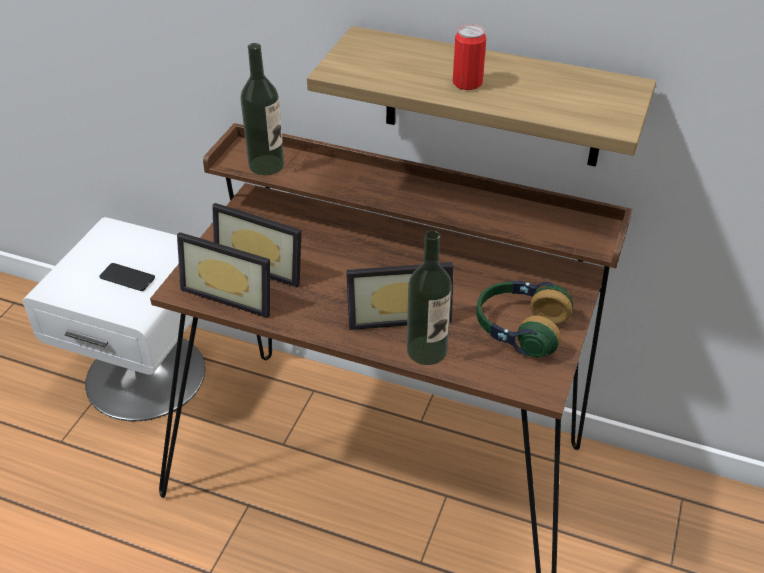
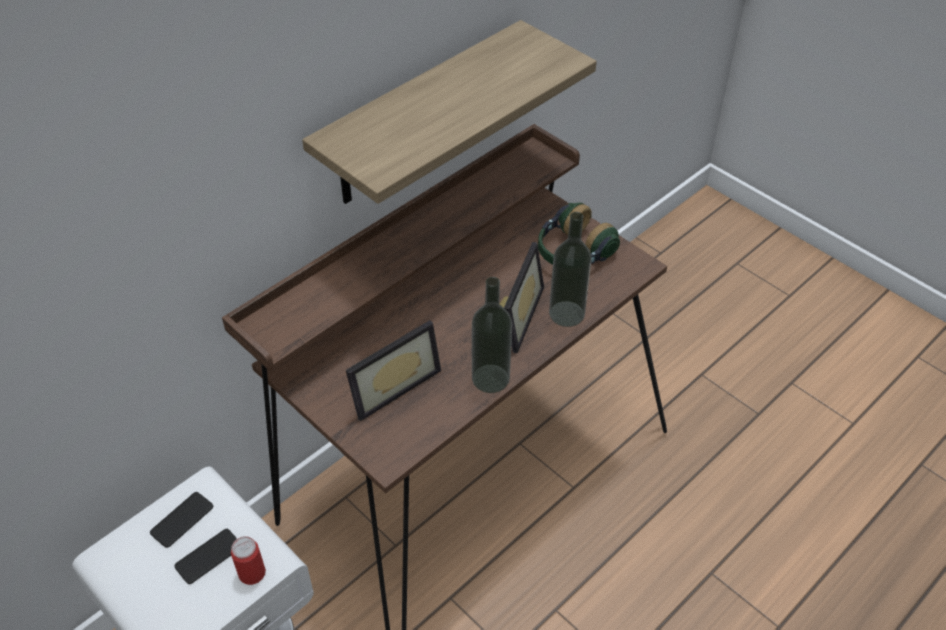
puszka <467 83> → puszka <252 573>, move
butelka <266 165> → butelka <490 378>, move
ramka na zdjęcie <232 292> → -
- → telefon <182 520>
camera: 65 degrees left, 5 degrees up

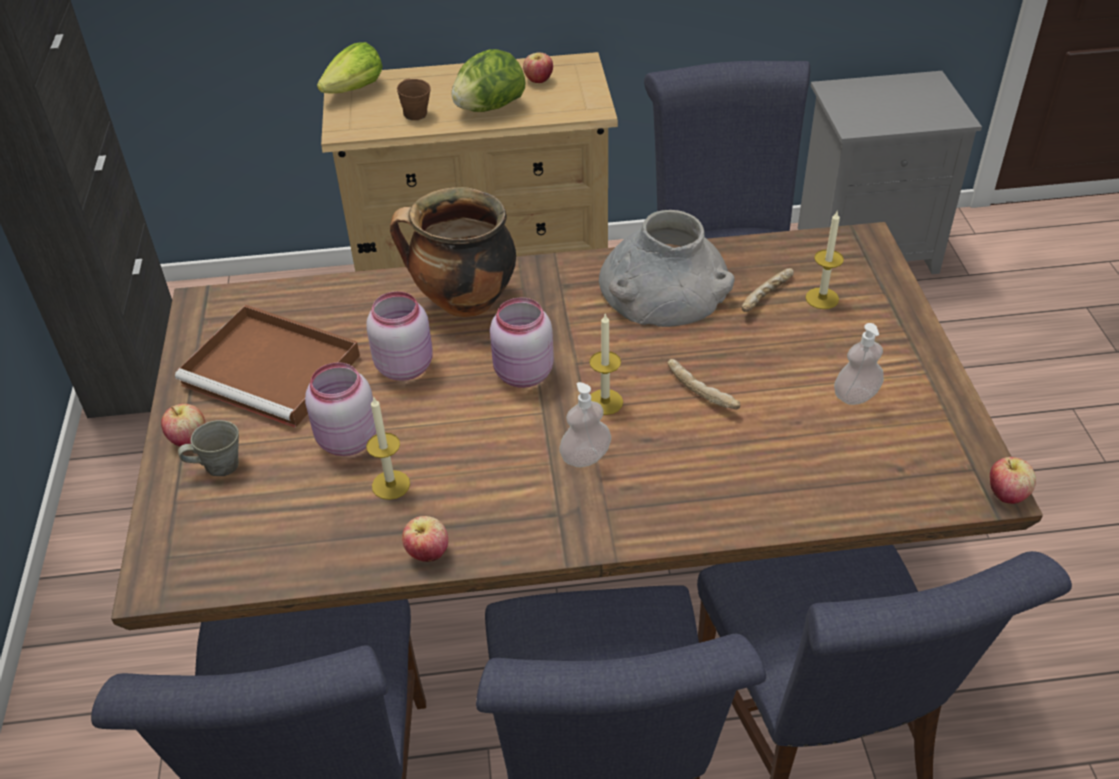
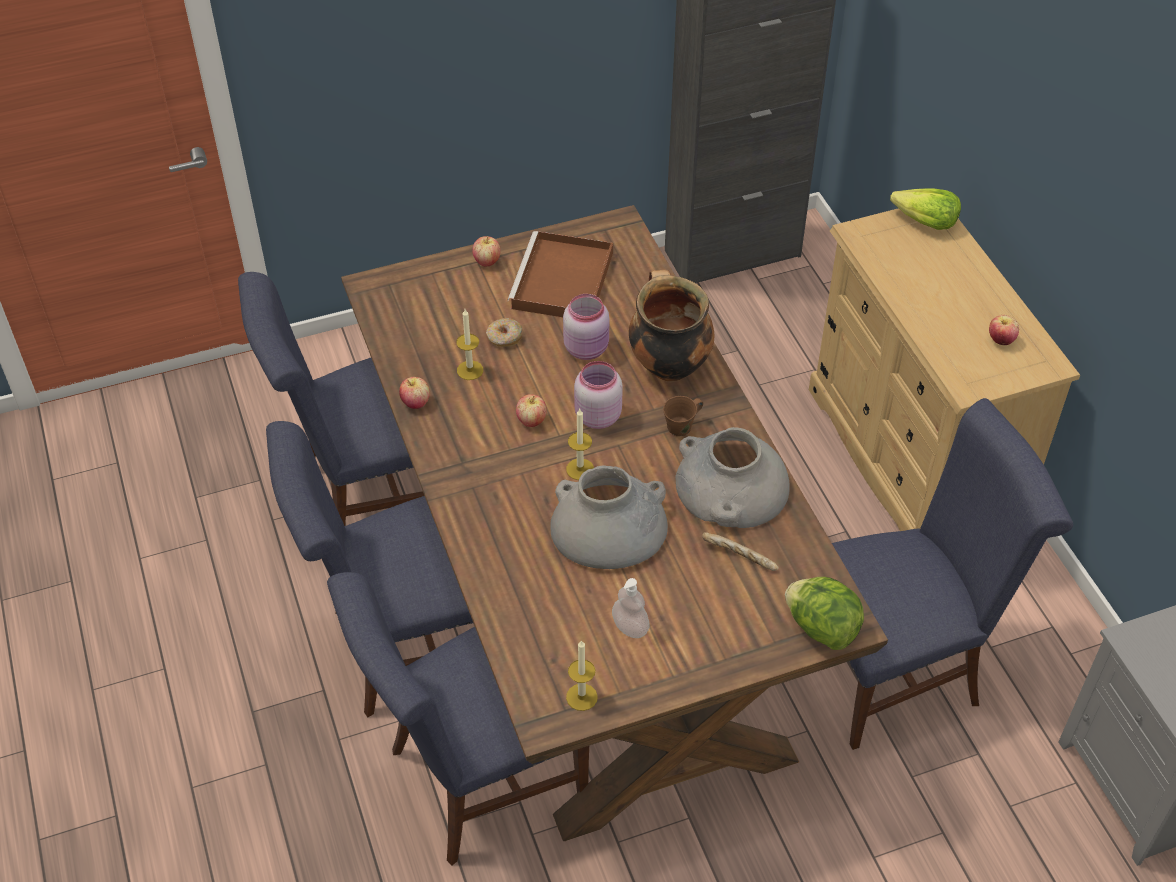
sałata <489 107> → sałata <821 628>, move
kubek (brązowy) <415 113> → kubek (brązowy) <681 427>, move
świeca <822 298> → świeca <581 697>, move
chleb <702 391> → wazon (szary) <608 526>
słoik (różowy) <346 441> → donut <504 337>
dozownik mydła <585 457> → -
kubek (szary) <219 466> → -
jabłko <1006 494> → jabłko <531 420>, move
camera: 75 degrees right, 5 degrees up

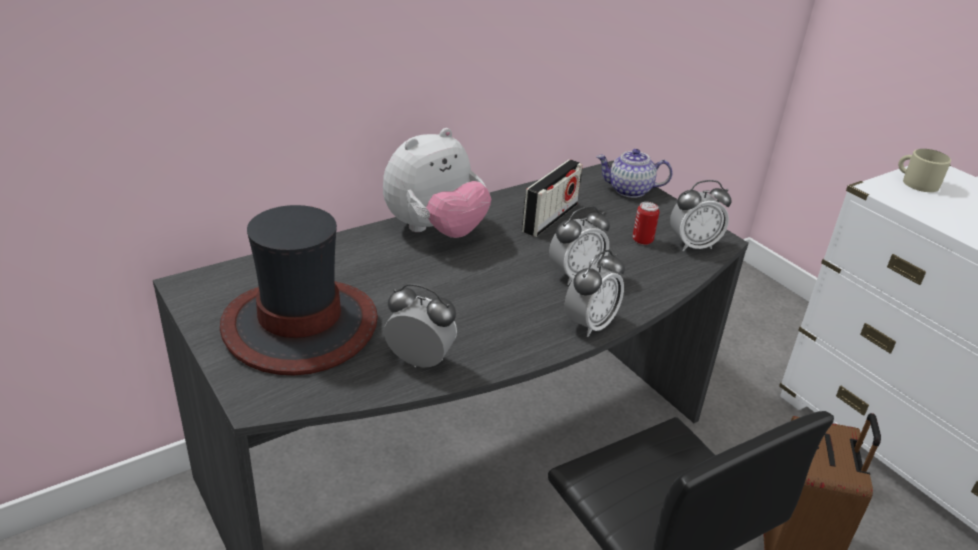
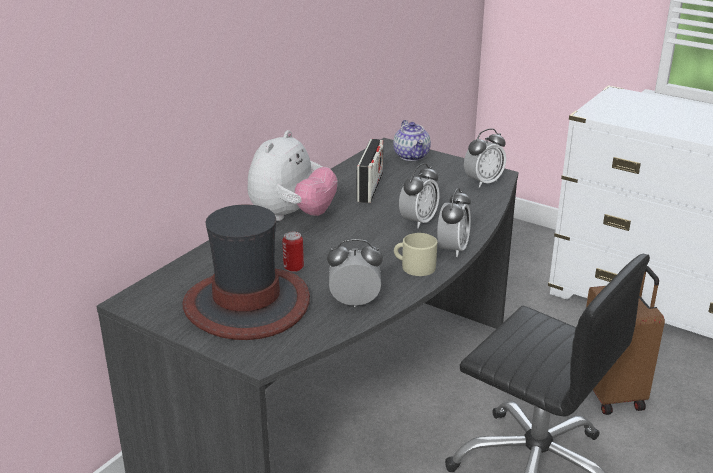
imbryk <629 190> → imbryk <412 156>, 90 degrees counterclockwise
kubek (beżowy) <916 182> → kubek (beżowy) <414 266>, move
puszka <642 240> → puszka <293 267>, move
camera: 20 degrees left, 5 degrees down

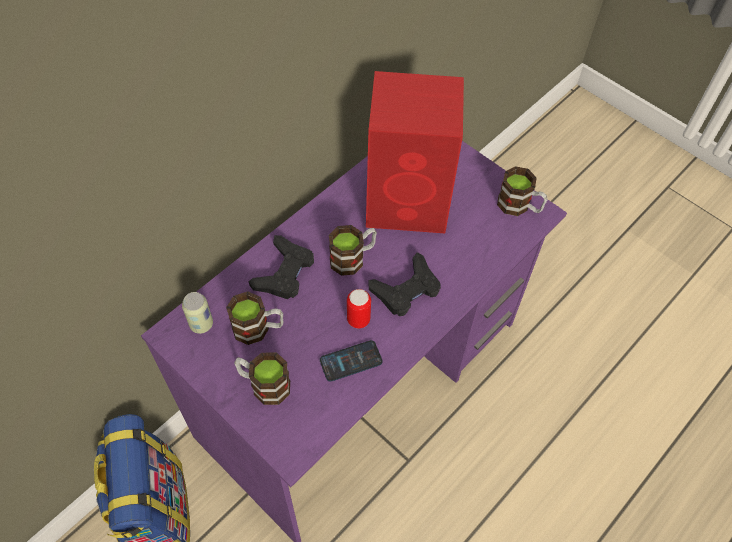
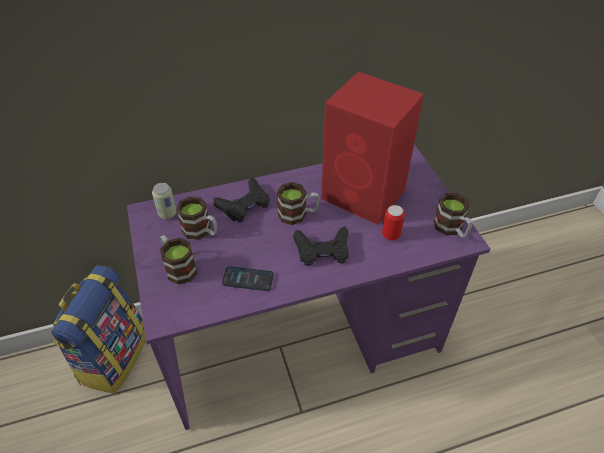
puszka <358 319> → puszka <391 235>, move
camera: 30 degrees right, 10 degrees down

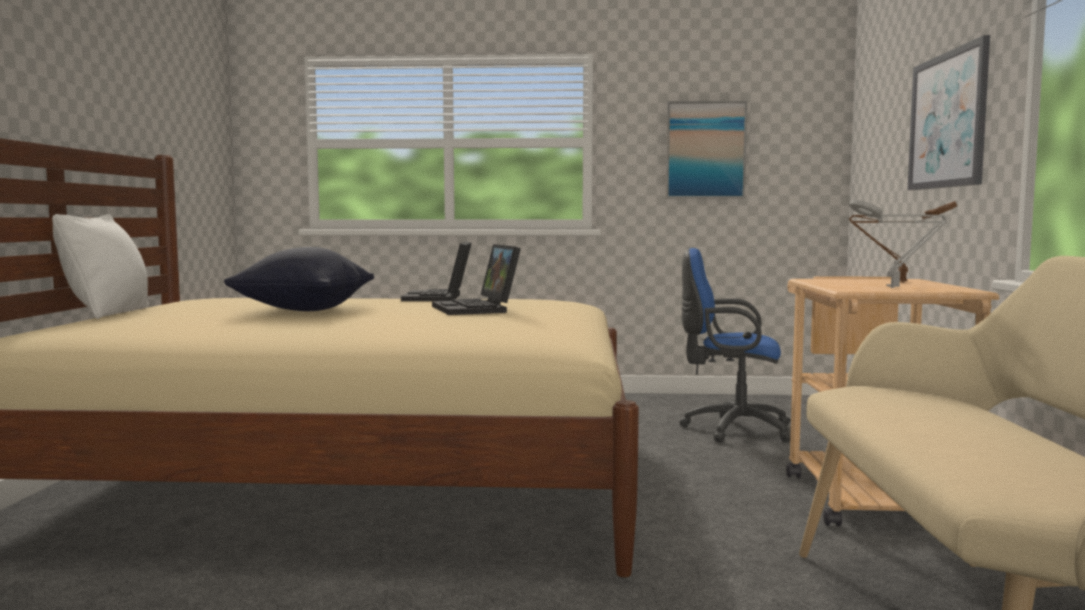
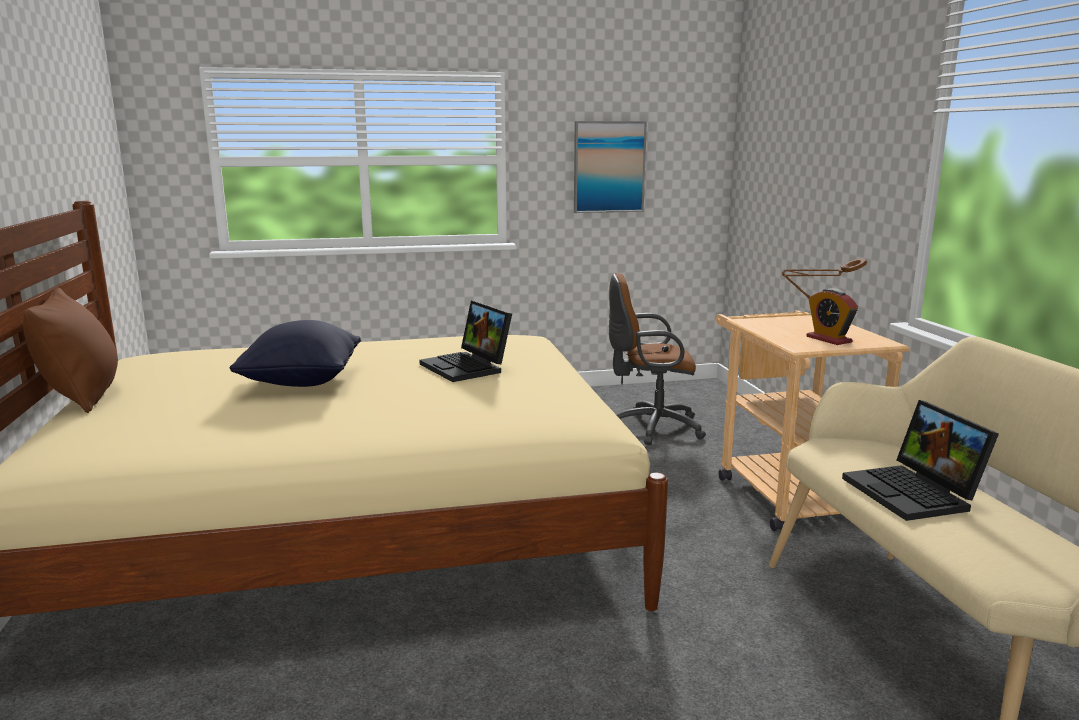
obraz <947 120> → -
lampa stołowa (szary) <896 287> → budzik <828 339>
poduszka (biały) <108 313> → poduszka (brązowy) <83 397>
laptop <439 298> → laptop <915 494>, move
krzesło biurowe (niebieski) <731 429> → krzesło biurowe (brązowy) <650 428>
camera: 15 degrees left, 10 degrees up

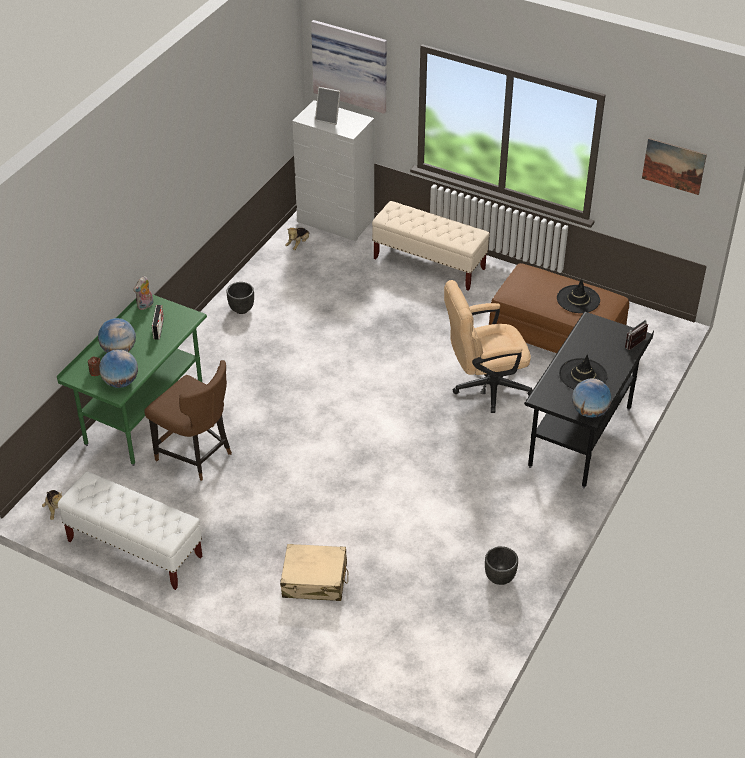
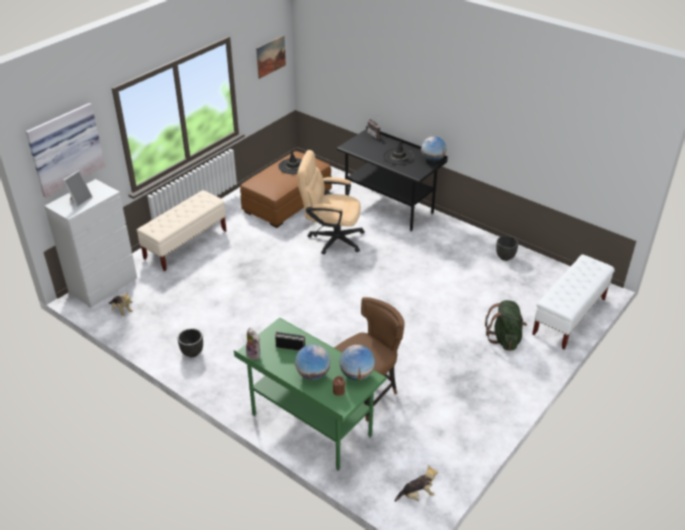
krzesło biurowe (beżowy) <484 387> → krzesło biurowe (beżowy) <330 238>, 105 degrees clockwise
ławka (biały) <134 549> → ławka (biały) <569 317>, move
walizka (beżowy) <314 580> → plecak (zielony) <505 339>
camera: 80 degrees left, 5 degrees down

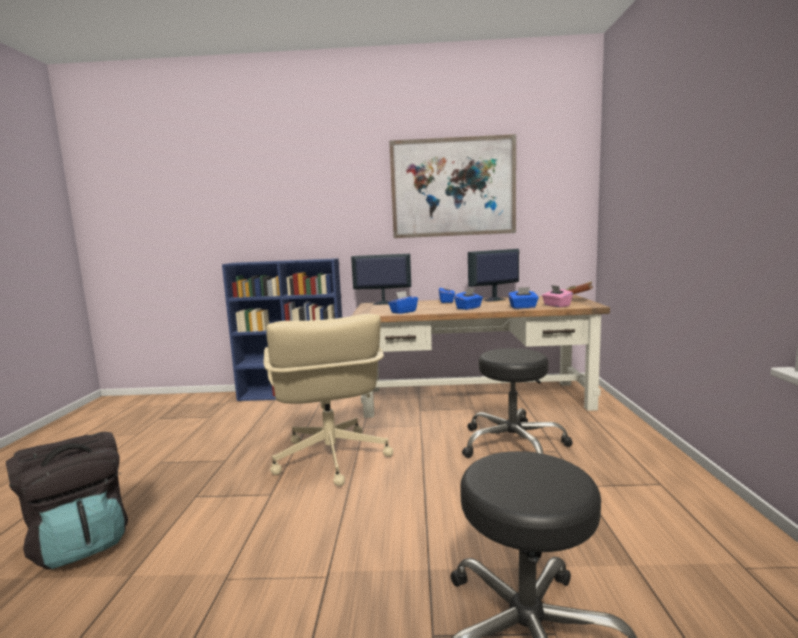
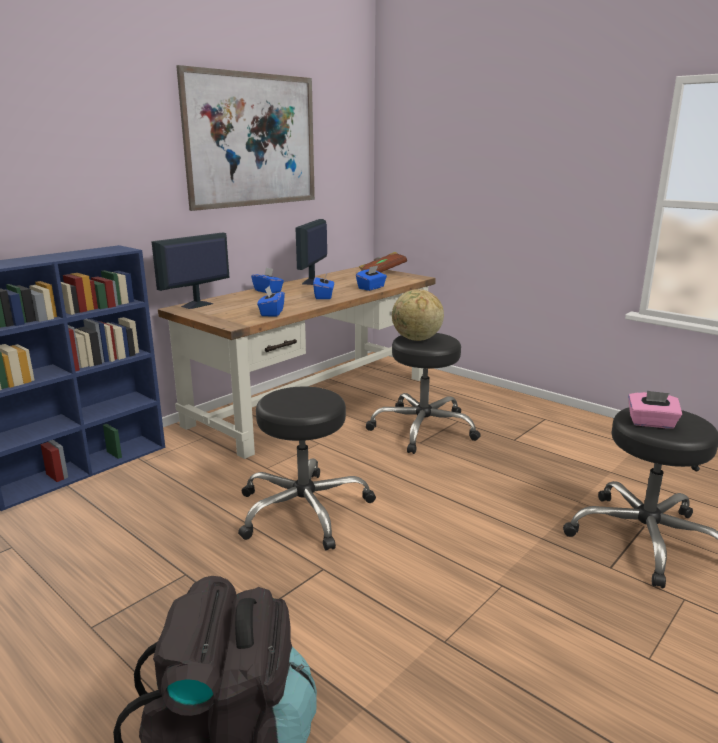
pudełko chusteczek (różowy) <556 305> → pudełko chusteczek (różowy) <651 423>, move
krzesło biurowe (beżowy) <330 458> → stołek (czarny) <303 510>
- → globus <416 339>
camera: 50 degrees left, 10 degrees up

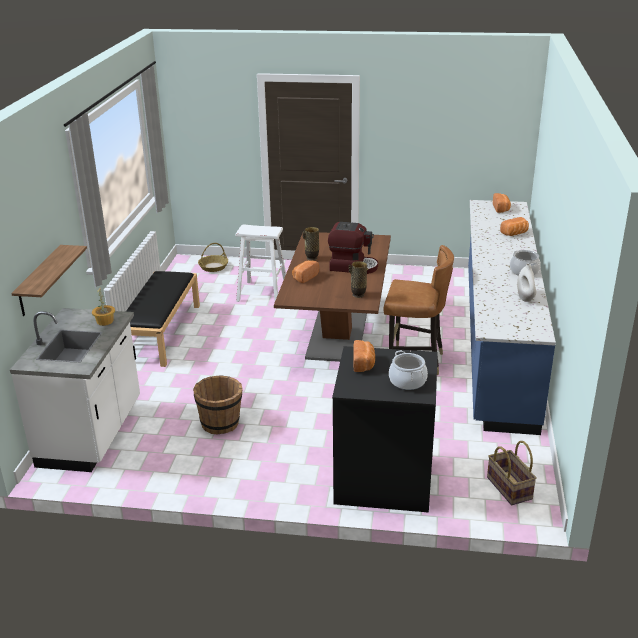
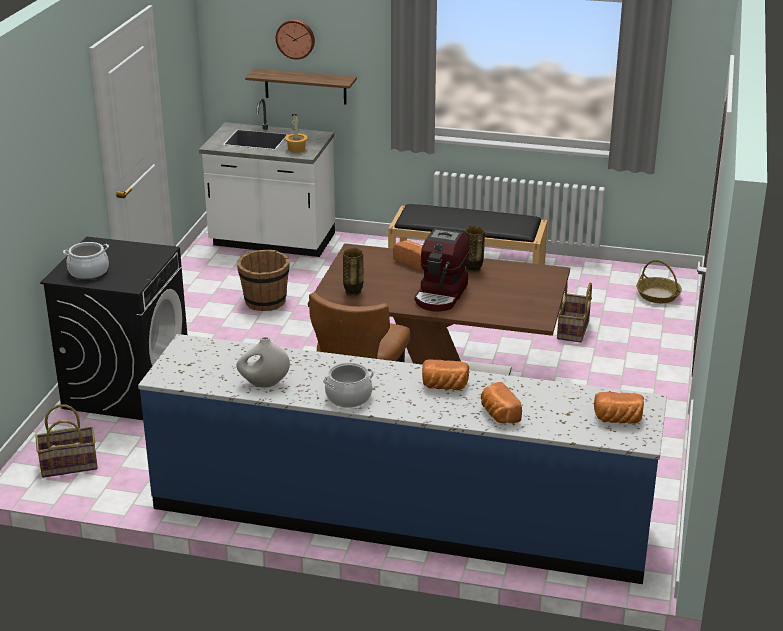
stołek (biały) <262 293> → koszyk <573 330>
chleb <364 364> → chleb <444 387>, move
- → zegar ścienny <295 38>
camera: 95 degrees right, 0 degrees up

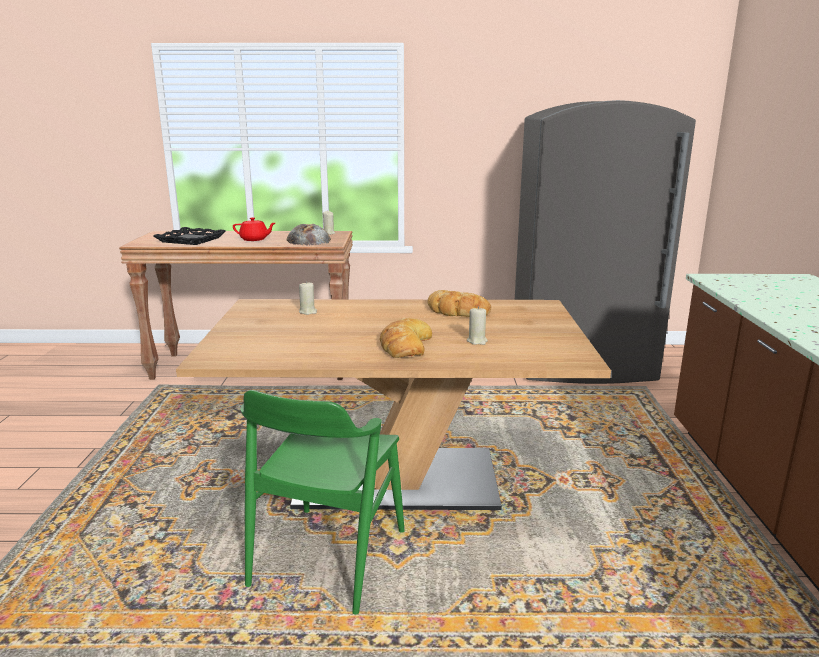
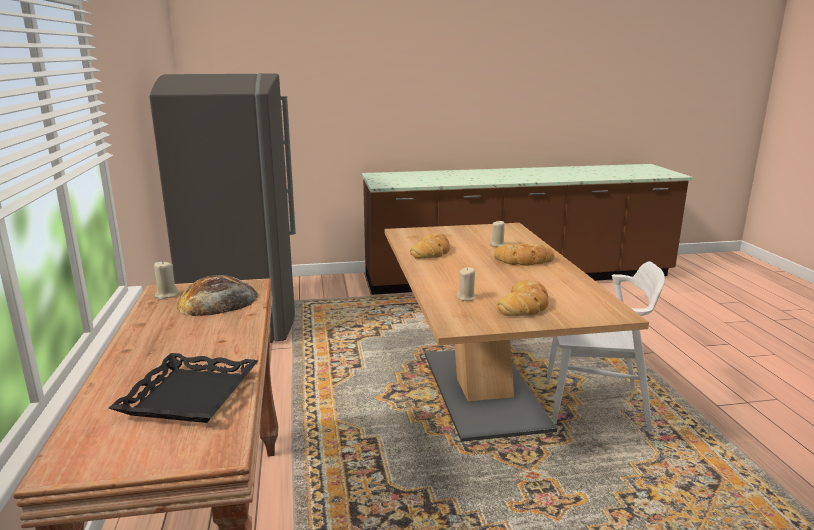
imbryk (czerwony) <254 239> → -
krzesło (zielony) <328 558> → krzesło (biały) <596 405>
- → chleb <525 305>
camera: 100 degrees left, 0 degrees up

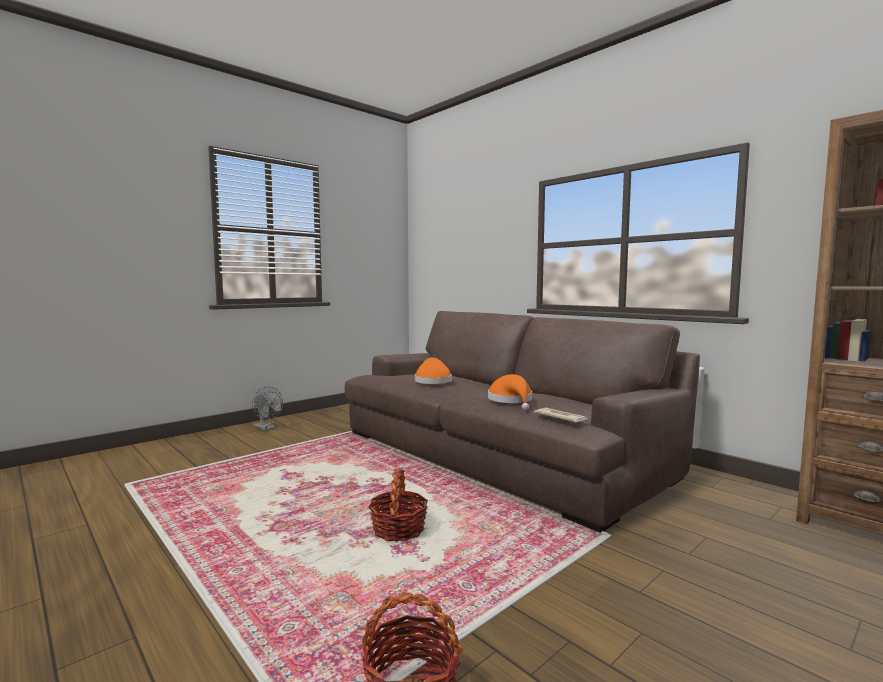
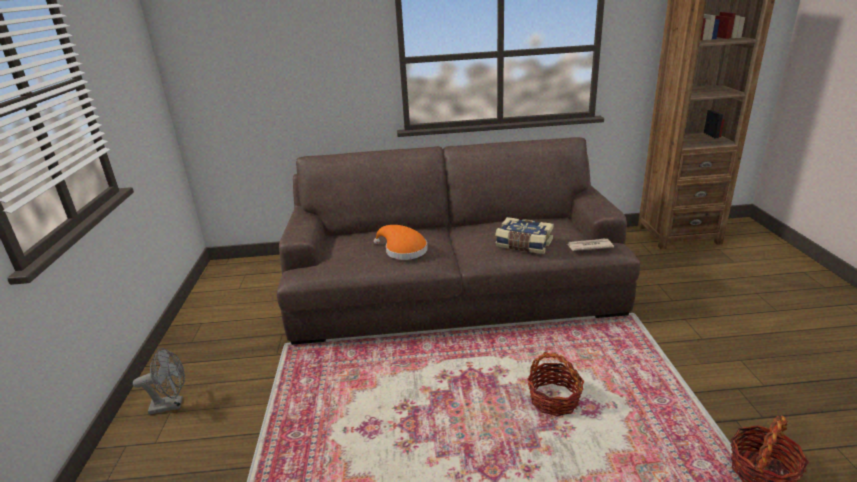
kapelusz (pomarańczowy) <511 401> → książka <523 244>
camera: 50 degrees left, 20 degrees up

